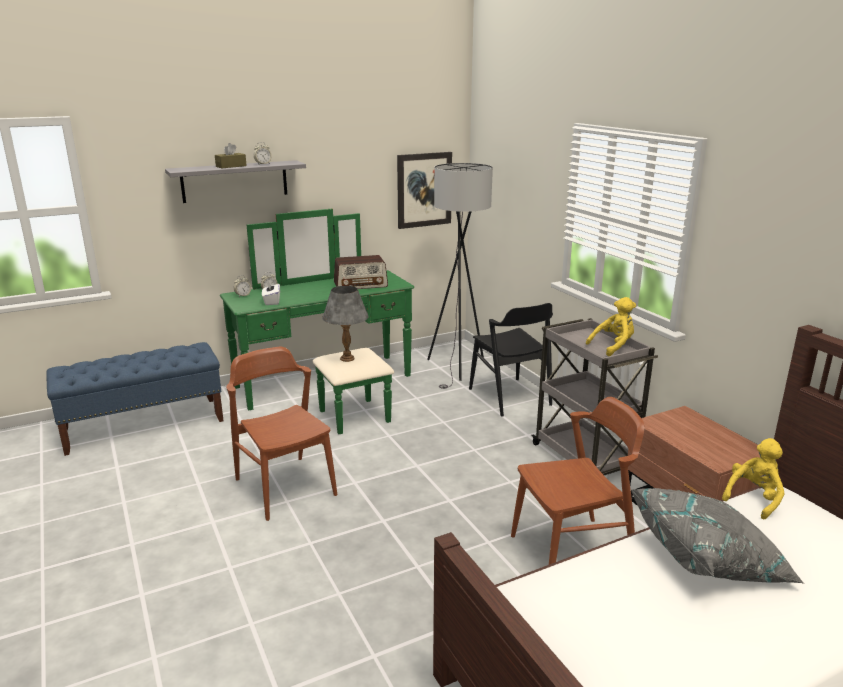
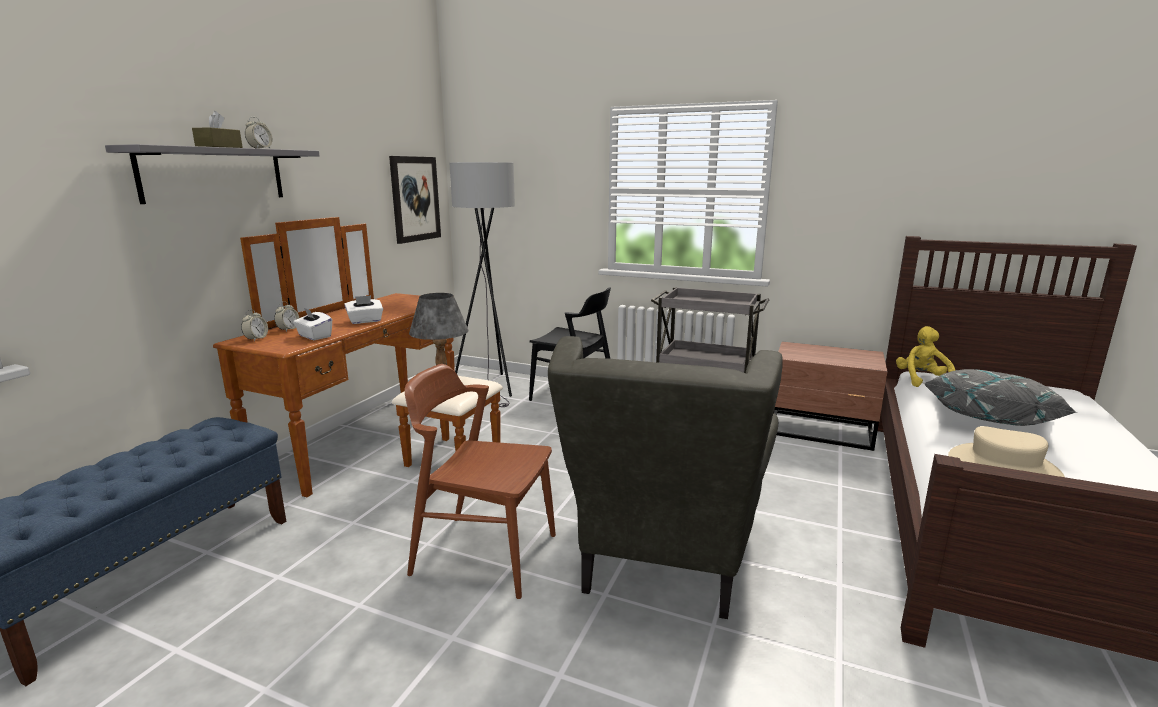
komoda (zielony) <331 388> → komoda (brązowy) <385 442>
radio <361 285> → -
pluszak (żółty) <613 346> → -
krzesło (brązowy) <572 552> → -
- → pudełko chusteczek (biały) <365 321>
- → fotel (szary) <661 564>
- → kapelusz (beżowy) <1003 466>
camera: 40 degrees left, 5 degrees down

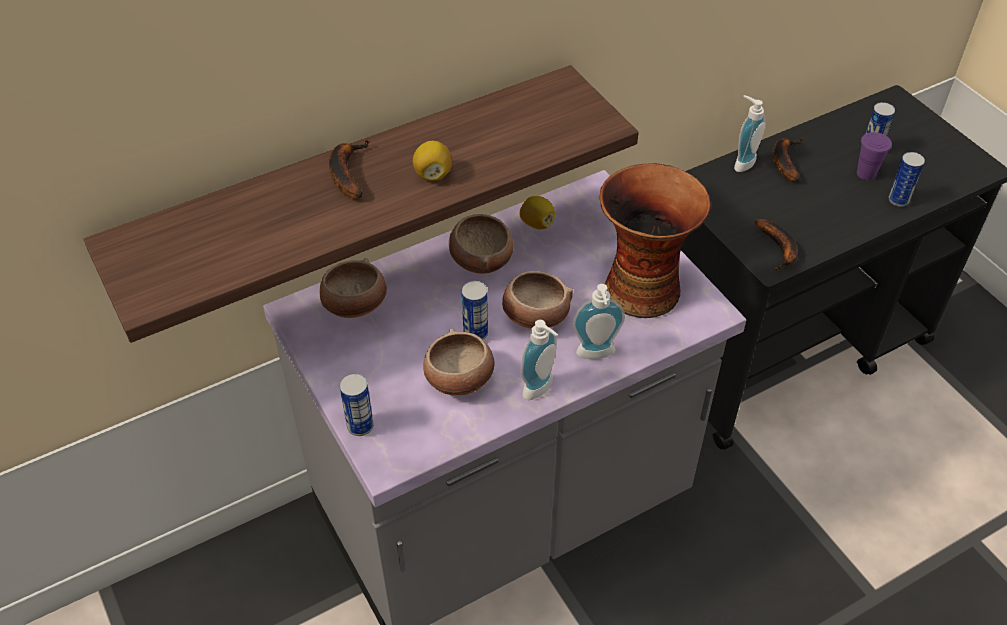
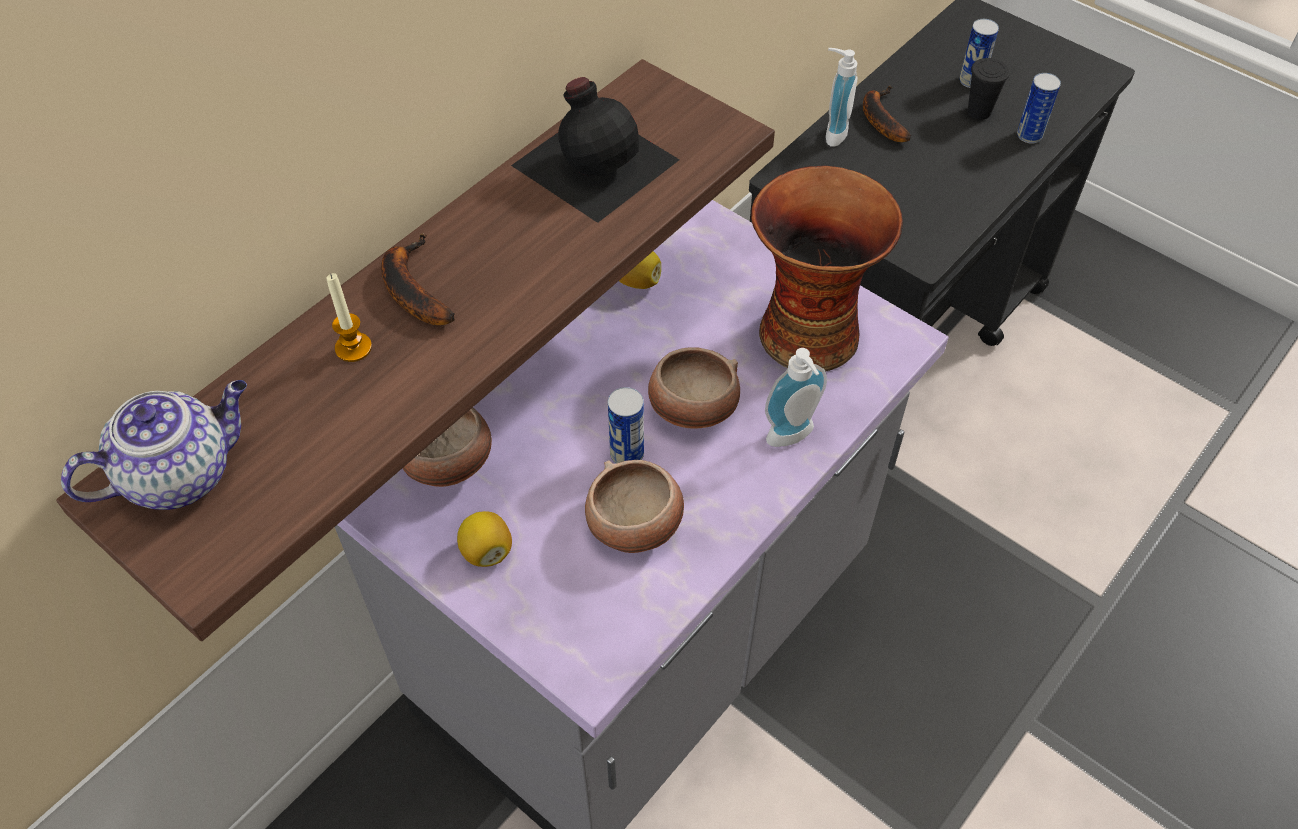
filiżanka (fioletowy) <866 173> → filiżanka (czarny) <979 111>
cytryna <433 174> → cytryna <486 551>, move
miska <481 258> → -
banan <779 249> → -
dozownik mydła <541 390> → -
puszka <360 426> → -
- → butelka (czarny) <595 160>
- → świeca <353 348>
- → imbryk <181 473>
camera: 20 degrees left, 5 degrees up

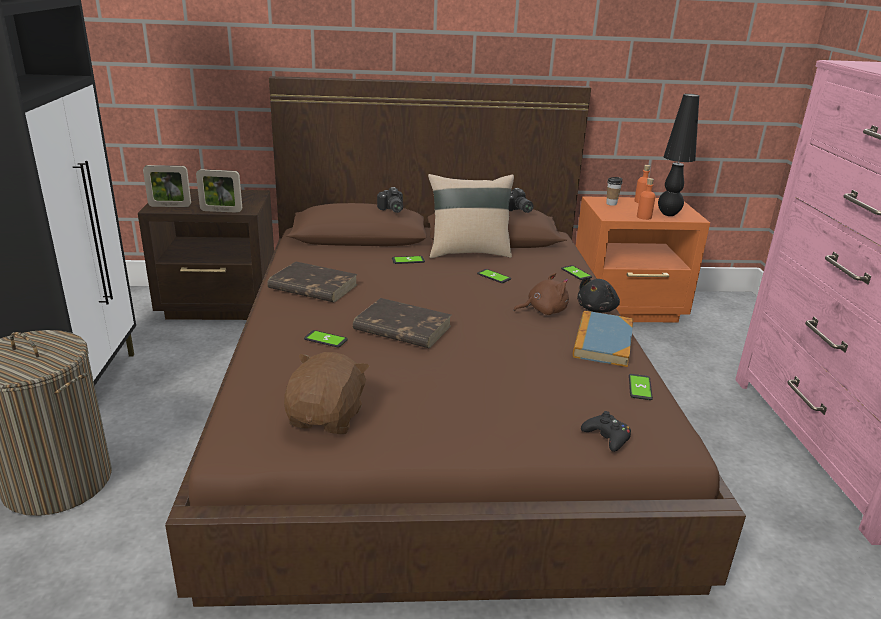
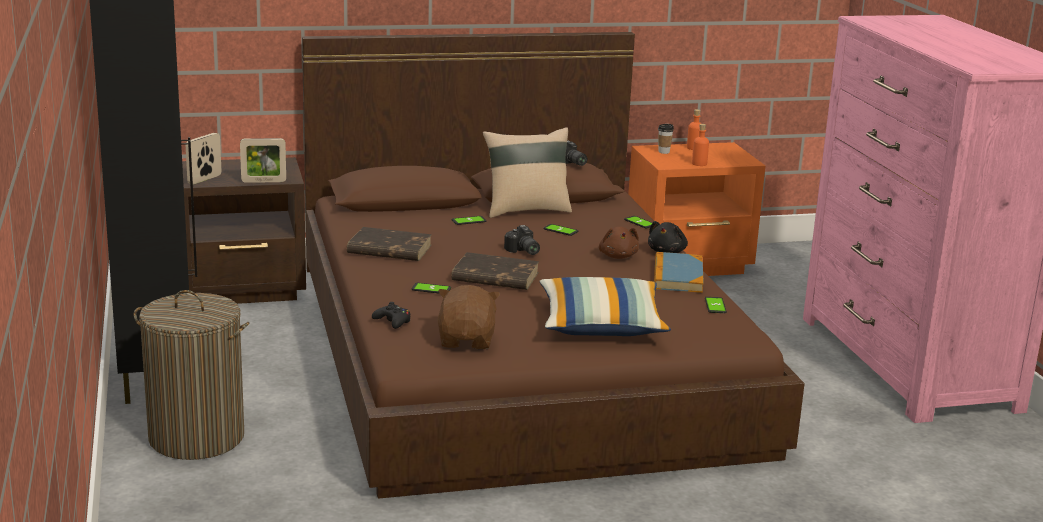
lampa stołowa (czarny) <668 214> → -
ramka na zdjęcie <170 206> → ramka na zdjęcie <204 179>, 135 degrees clockwise
aparat fotograficzny <391 209> → aparat fotograficzny <522 251>, move
pluszak (brązowy) <543 311> → pluszak (brązowy) <618 256>, 105 degrees clockwise
pad do gier (czarny) <607 437> → pad do gier (czarny) <392 321>, move
- → poduszka <601 325>
camera: 10 degrees left, 5 degrees down

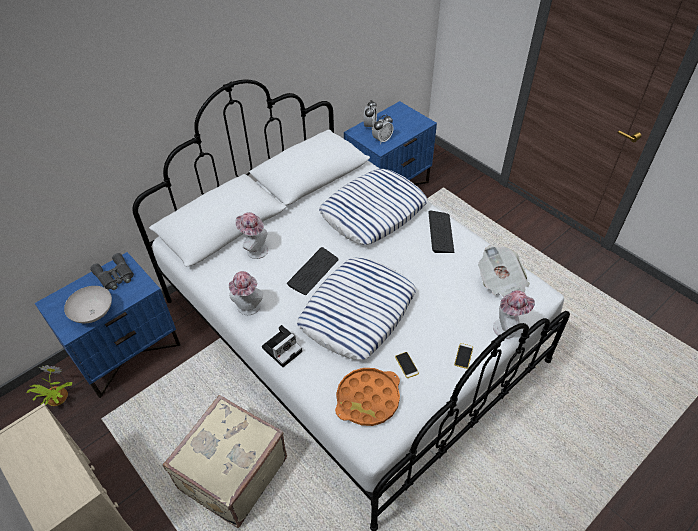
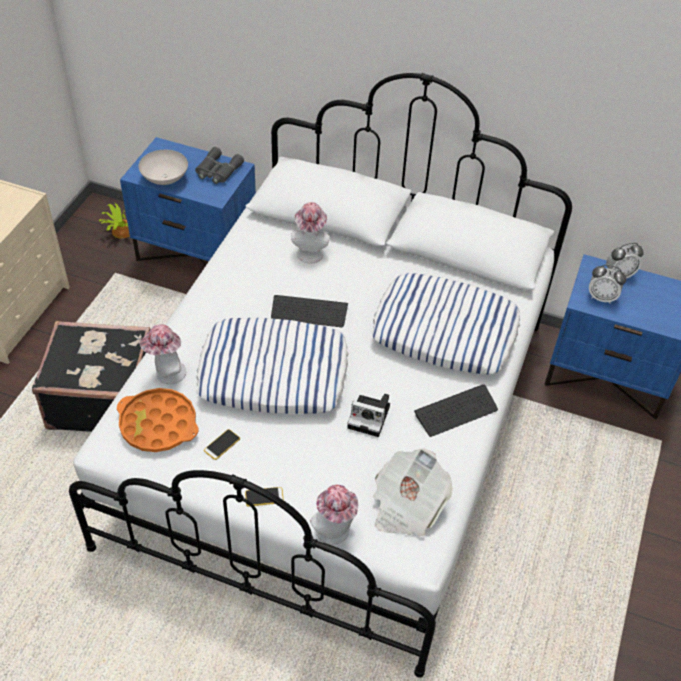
kapelusz <248 308> → kapelusz <167 374>, move
aparat fotograficzny <282 348> → aparat fotograficzny <370 417>, move
walizka (beżowy) <231 473> → walizka (czarny) <102 398>
camera: 60 degrees right, 0 degrees up

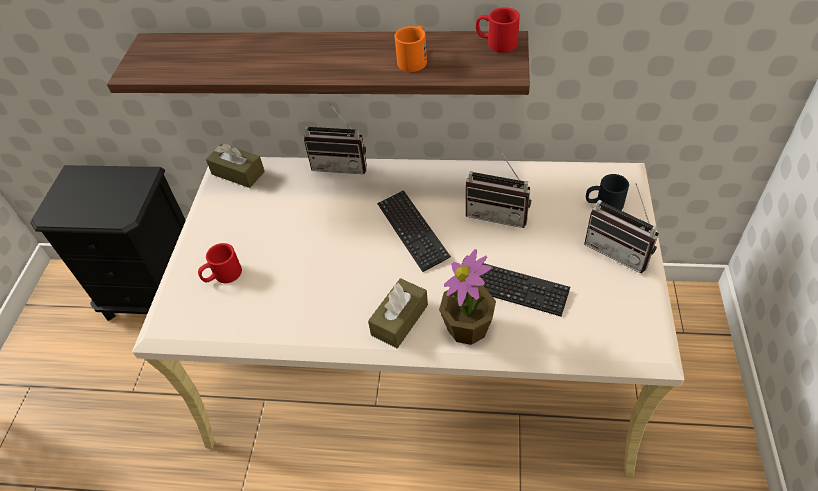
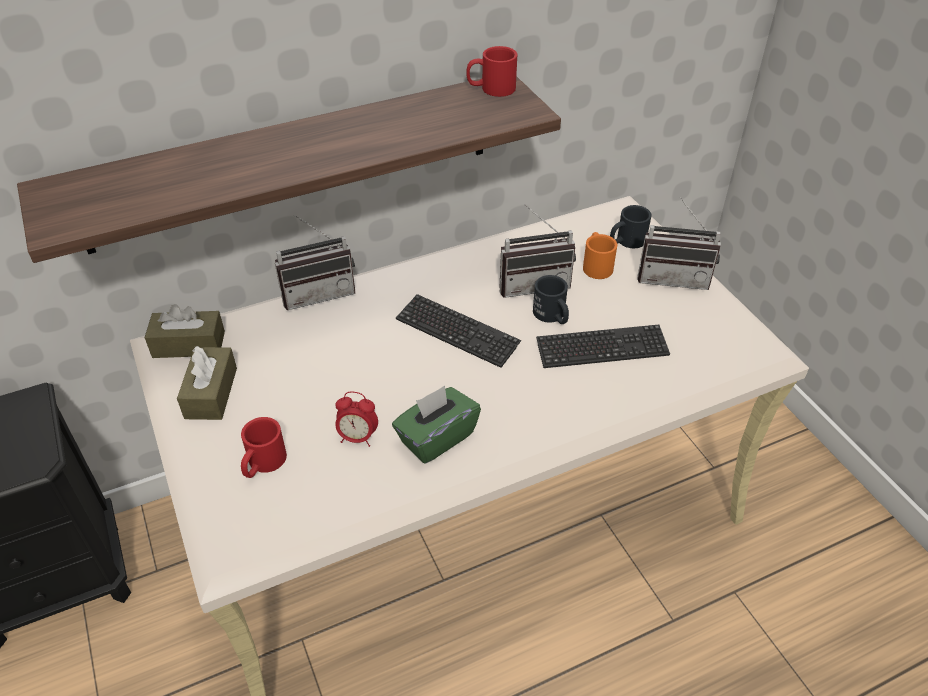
kubek (pomarańczowy) <415 59> → kubek (pomarańczowy) <596 265>, move
roślina doniczkowa <467 328> → -
pudełko chusteczek (brązowy) <399 320> → pudełko chusteczek (brązowy) <211 393>, move
- → kubek (czarny) <552 316>
- → pudełko chusteczek (zielony) <436 437>
- → budzik <358 437>
camera: 35 degrees left, 5 degrees down

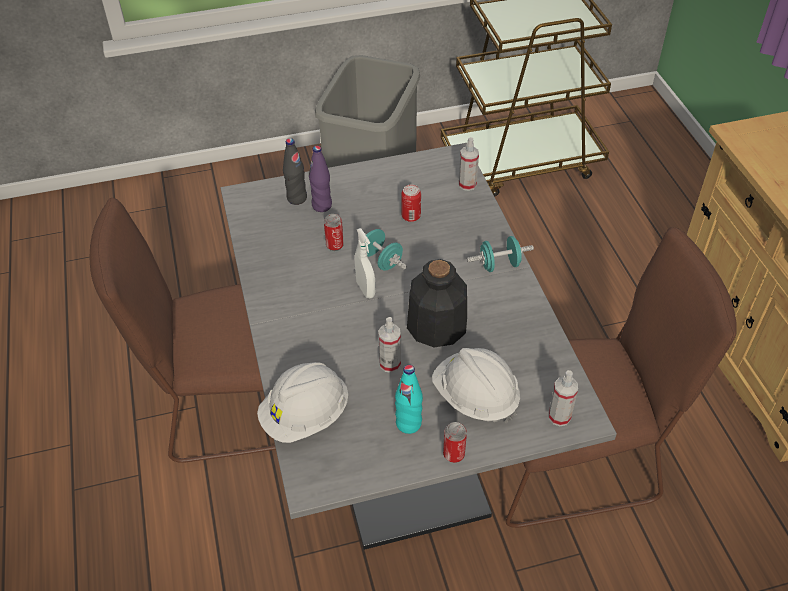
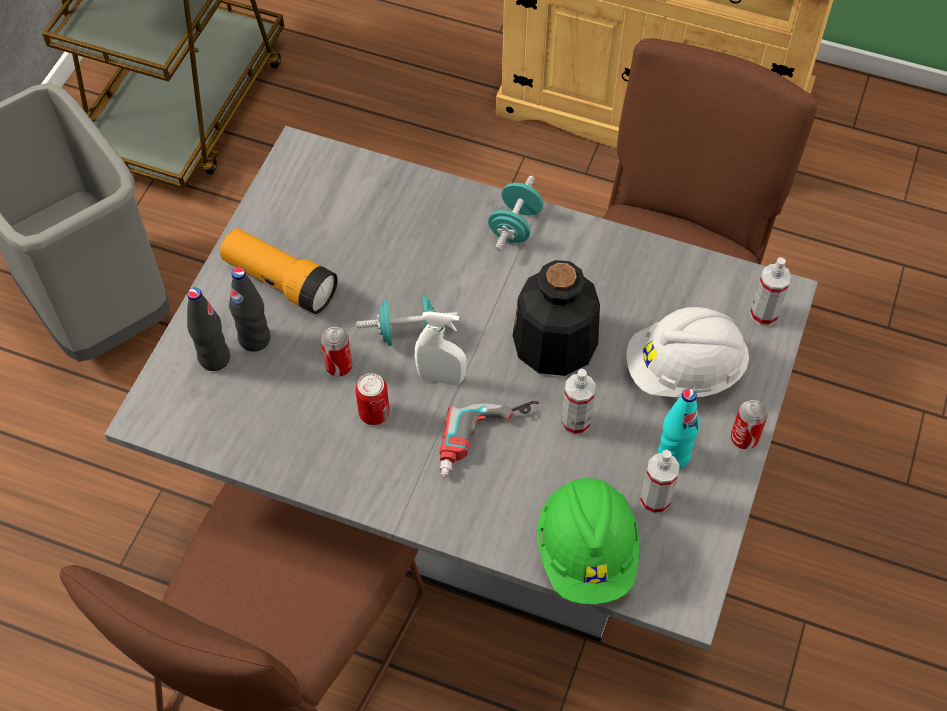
spryskiwacz <467 184> → spryskiwacz <655 500>, move
butelka (fioletowy) <322 206> → butelka (czarny) <254 339>
puszka <411 216> → puszka <374 413>, move
kask (biały) <305 416> → kask (zielony) <587 552>
- → latarka <280 282>
- → wiertarka <488 442>
camera: 55 degrees left, 10 degrees up

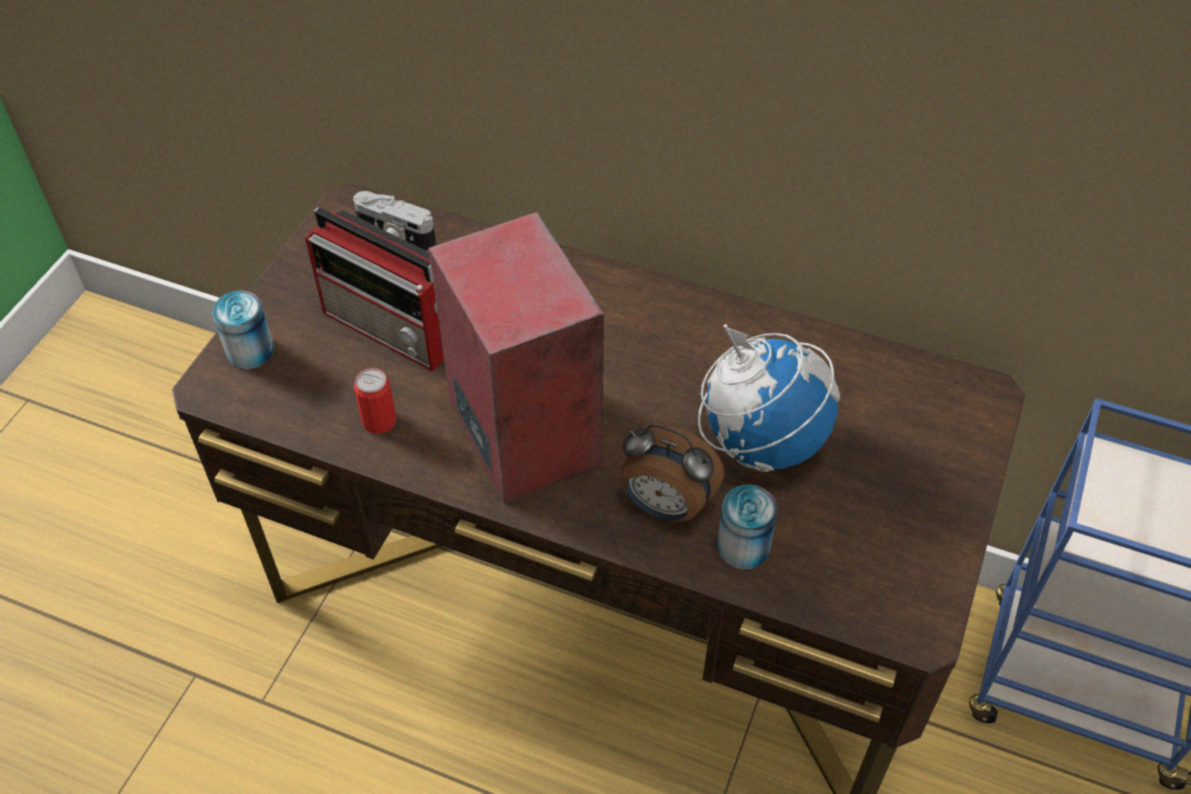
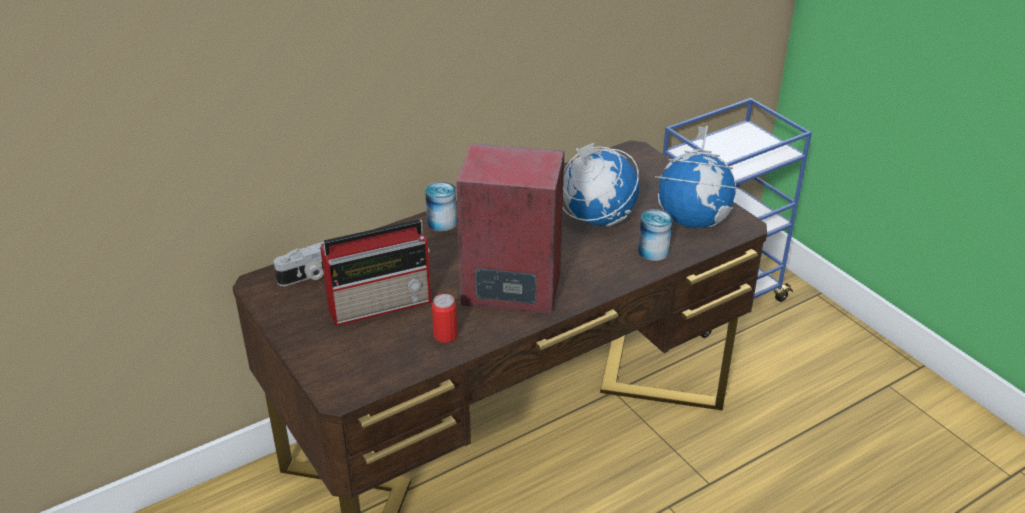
puszka <250 351> → puszka <442 223>, move
budzik <665 506> → -
- → globus <693 220>
camera: 55 degrees left, 15 degrees down

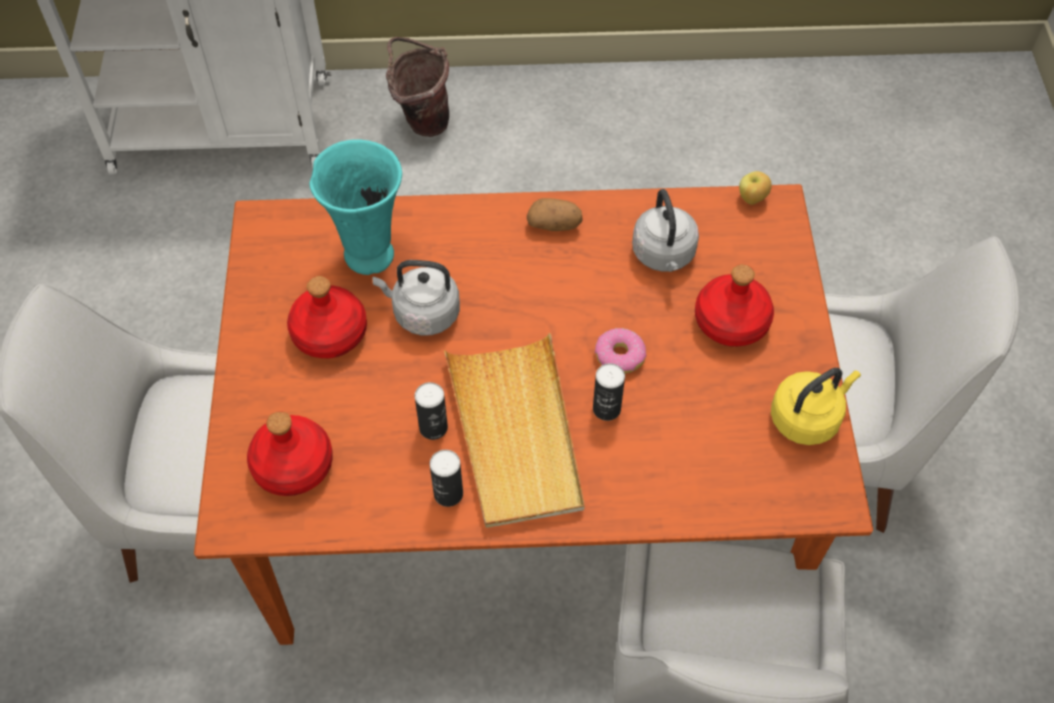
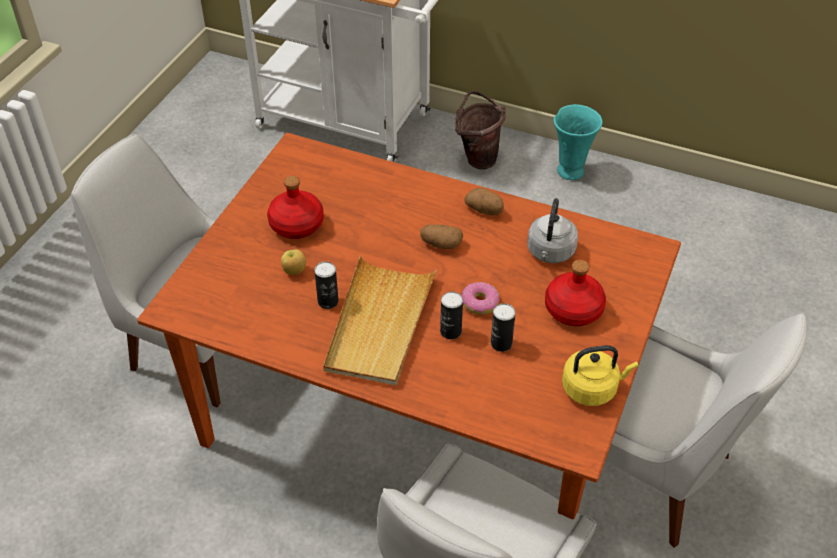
wazon (turkusowy) <368 253> → wazon (turkusowy) <570 170>, move
jabłko <752 199> → jabłko <294 271>, move
czajnik (szary) <423 313> → -
butelka (czerwony) <294 466> → -
puszka <448 493> → puszka <501 343>, move
- → ziemniak <441 244>
camera: 25 degrees right, 10 degrees down

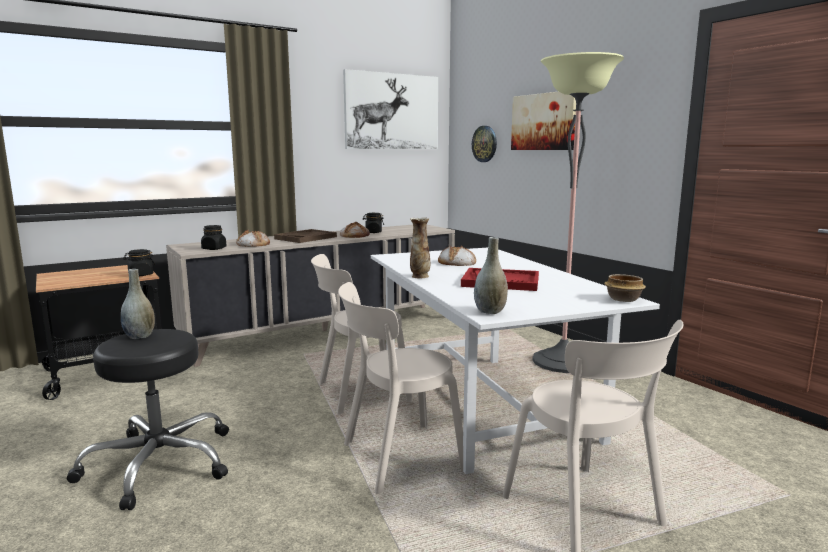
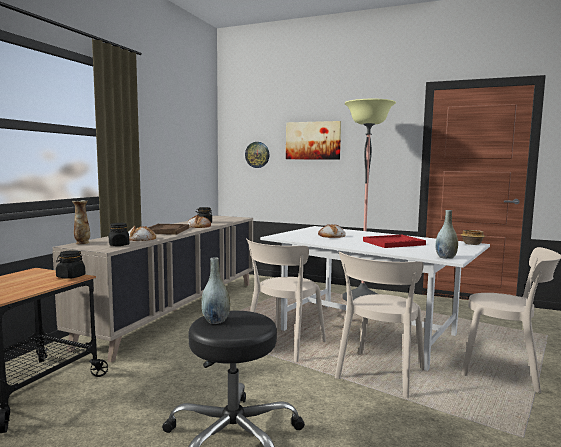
obraz <392 111> → -
wazon <420 276> → wazon <82 243>, move
camera: 35 degrees left, 5 degrees down

